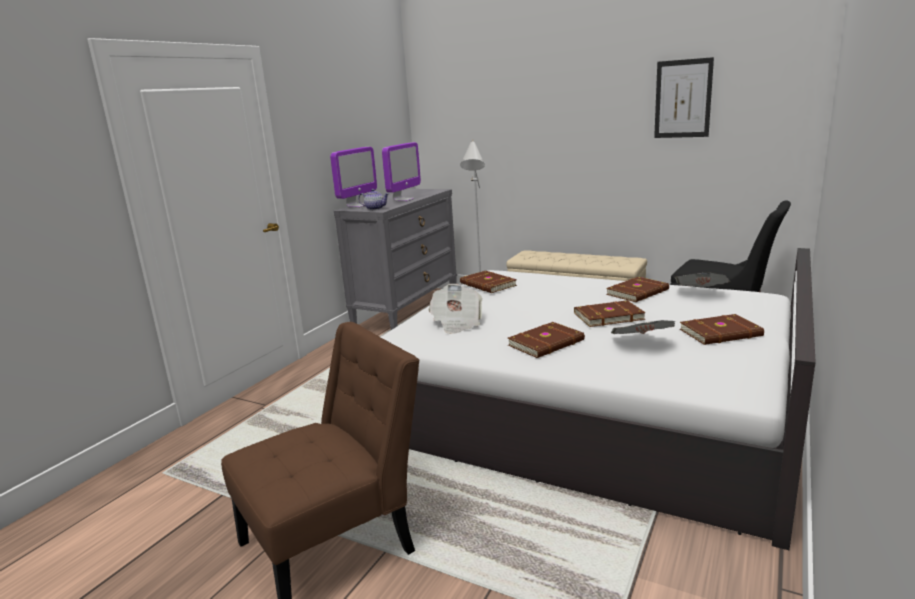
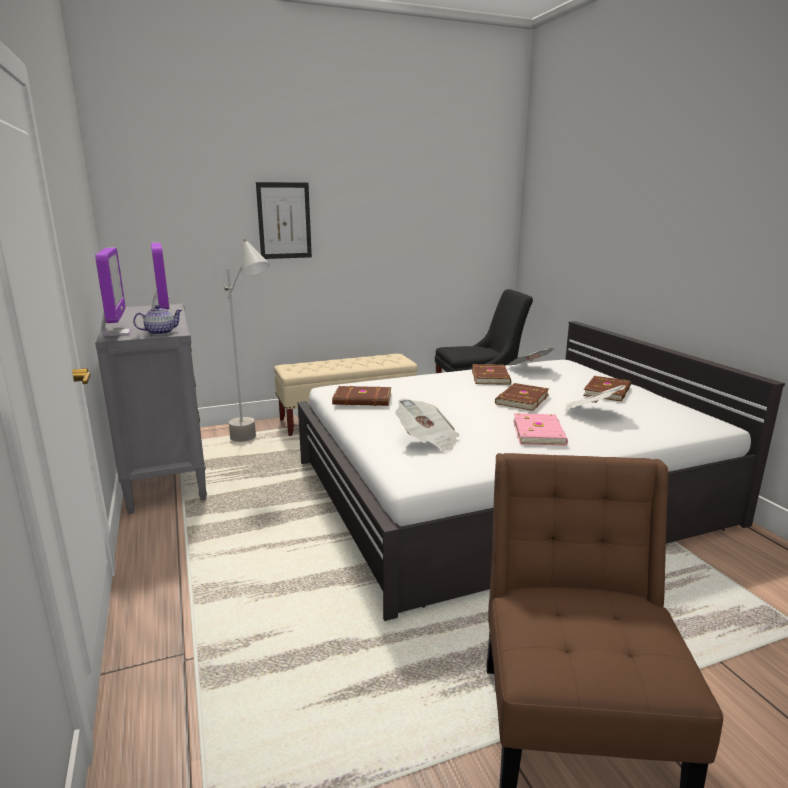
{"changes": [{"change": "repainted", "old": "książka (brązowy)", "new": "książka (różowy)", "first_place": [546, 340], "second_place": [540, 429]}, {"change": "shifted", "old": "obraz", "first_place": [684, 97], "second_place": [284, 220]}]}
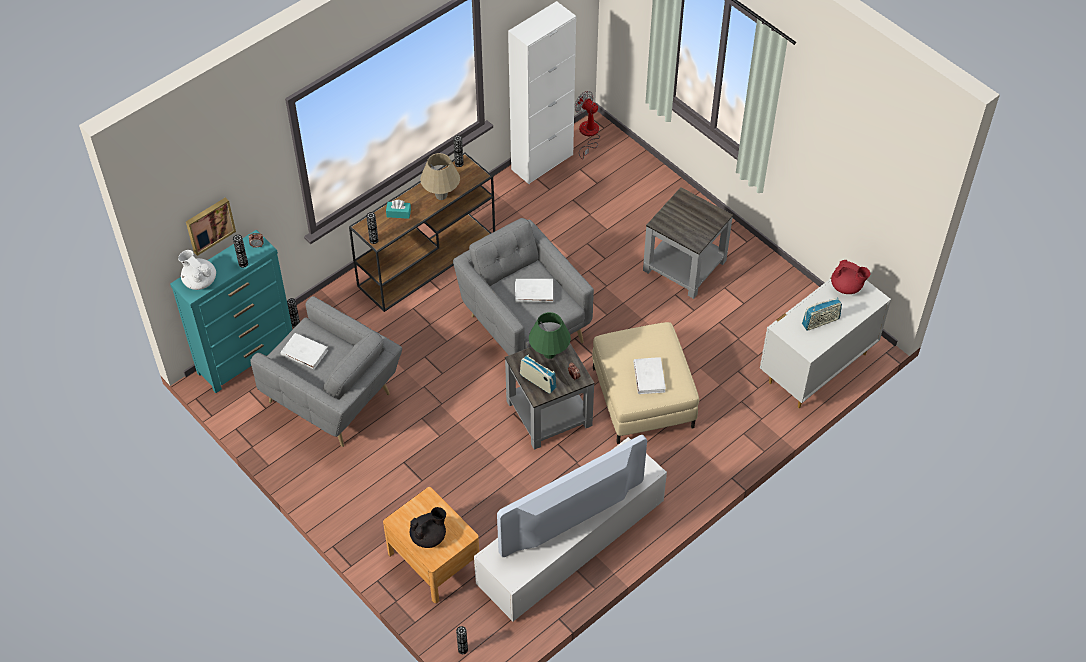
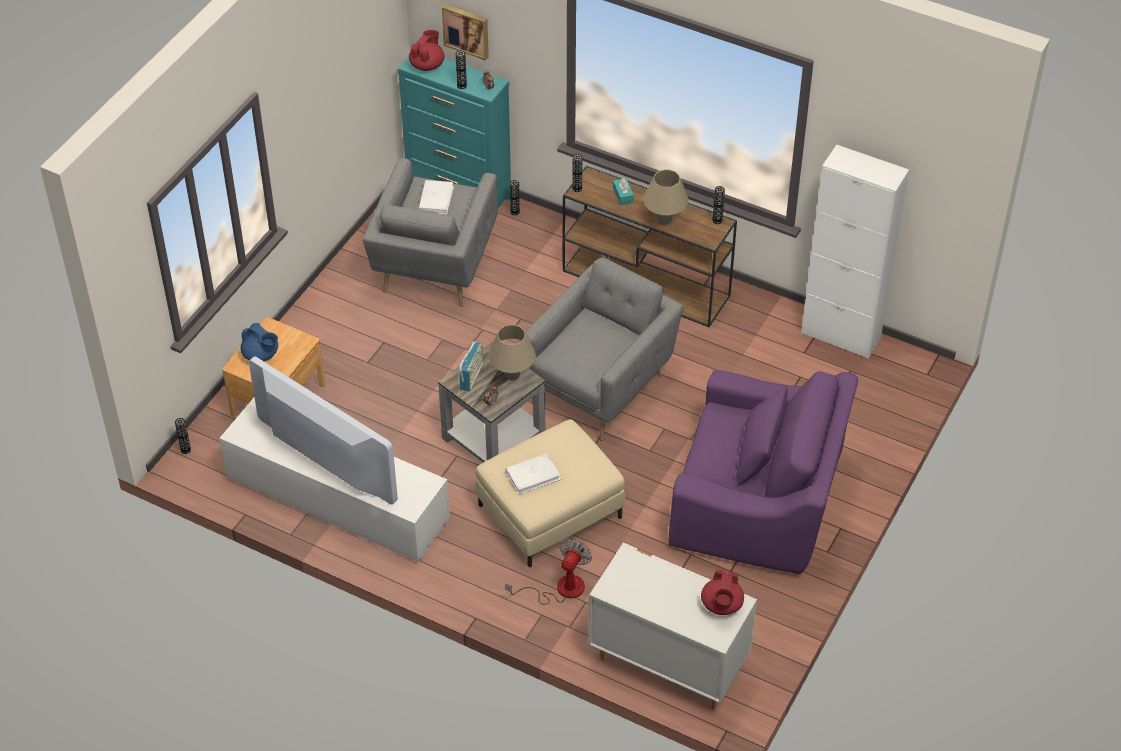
{"changes": [{"change": "repainted", "old": "imbryk (biały)", "new": "imbryk (czerwony)", "first_place": [197, 270], "second_place": [426, 50]}, {"change": "repainted", "old": "imbryk (czarny)", "new": "imbryk (niebieski)", "first_place": [428, 527], "second_place": [259, 342]}, {"change": "gone", "old": "książka (biały)", "first_place": [534, 291]}, {"change": "repainted", "old": "lampa stołowa (zielony)", "new": "lampa stołowa (beżowy)", "first_place": [550, 335], "second_place": [512, 352]}, {"change": "shifted", "old": "wentylator", "first_place": [587, 125], "second_place": [548, 572]}, {"change": "swapped", "old": "stolik (szary)", "new": "fotel (fioletowy)", "first_place": [688, 243], "second_place": [763, 472]}, {"change": "gone", "old": "radio", "first_place": [822, 314]}]}
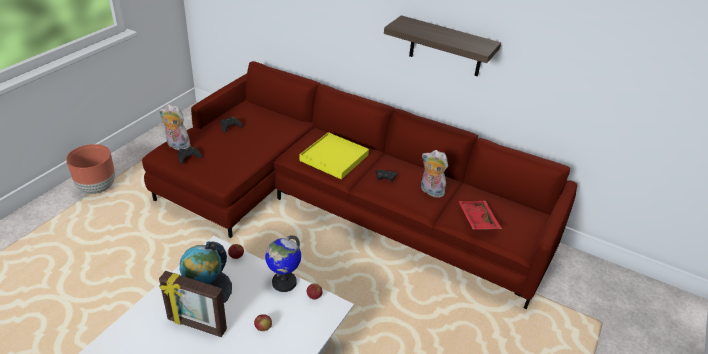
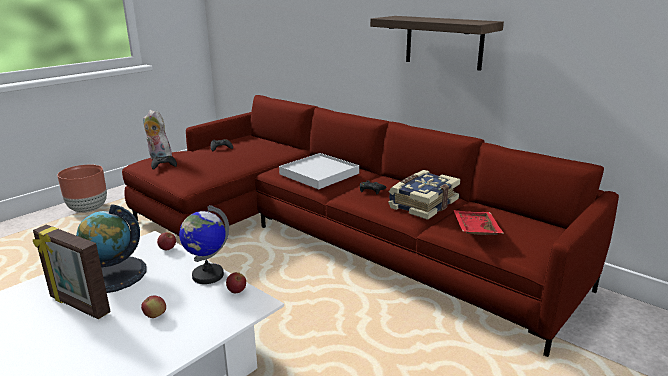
{"changes": [{"change": "repainted", "old": "taca (żółty)", "new": "taca (biały)", "first_place": [334, 155], "second_place": [319, 171]}, {"change": "swapped", "old": "pluszak", "new": "książka", "first_place": [434, 174], "second_place": [424, 195]}]}
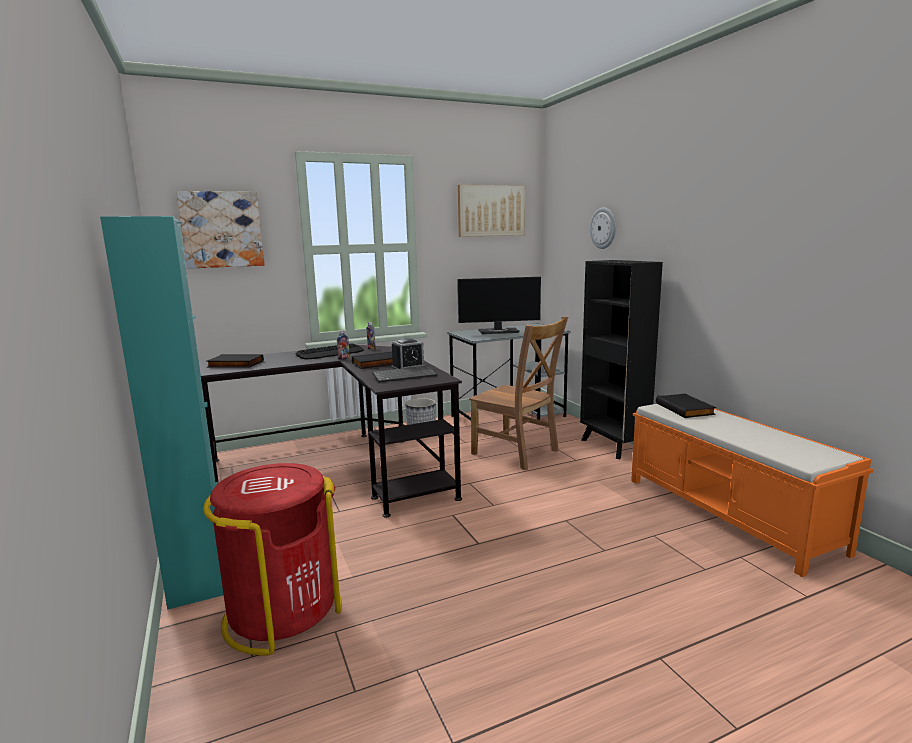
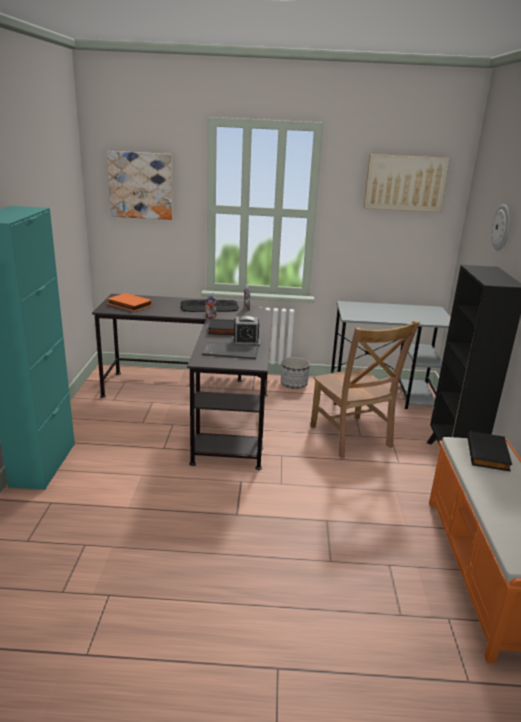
{"changes": [{"change": "gone", "old": "kosz na śmieci (czerwony)", "first_place": [272, 559]}, {"change": "repainted", "old": "książka (czarny)", "new": "książka (pomarańczowy)", "first_place": [235, 361], "second_place": [129, 302]}, {"change": "gone", "old": "monitor", "first_place": [499, 305]}]}
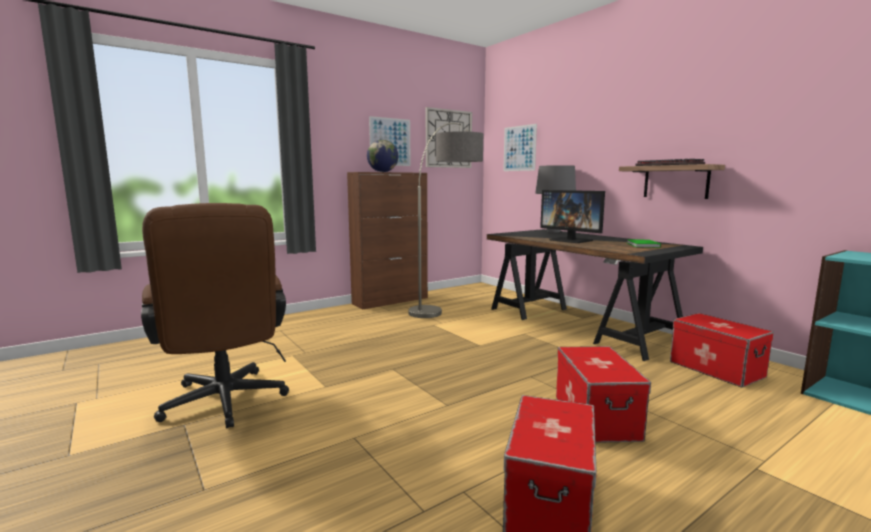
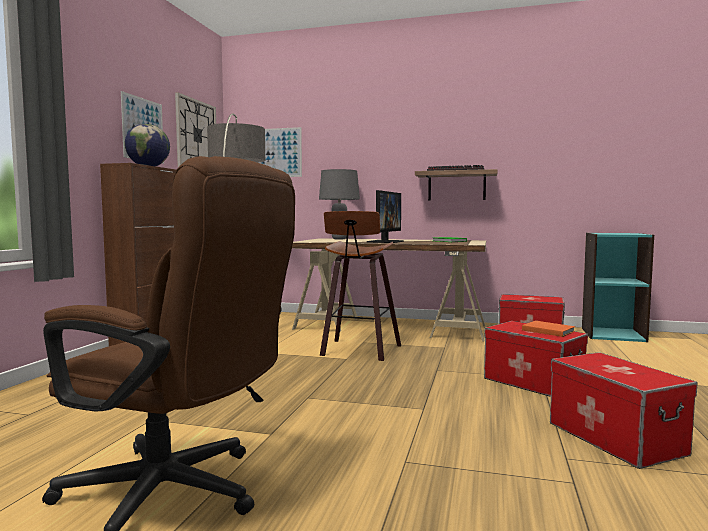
{"changes": [{"change": "repainted", "old": "biurko (czarny)", "new": "biurko (beżowy)", "first_place": [595, 295], "second_place": [389, 289]}, {"change": "rotated", "old": "monitor", "first_place": [572, 216], "second_place": [385, 216], "degrees": -75}, {"change": "new", "new": "stołek", "second_place": [360, 286]}, {"change": "new", "new": "książka (pomarańczowy)", "second_place": [548, 329]}]}
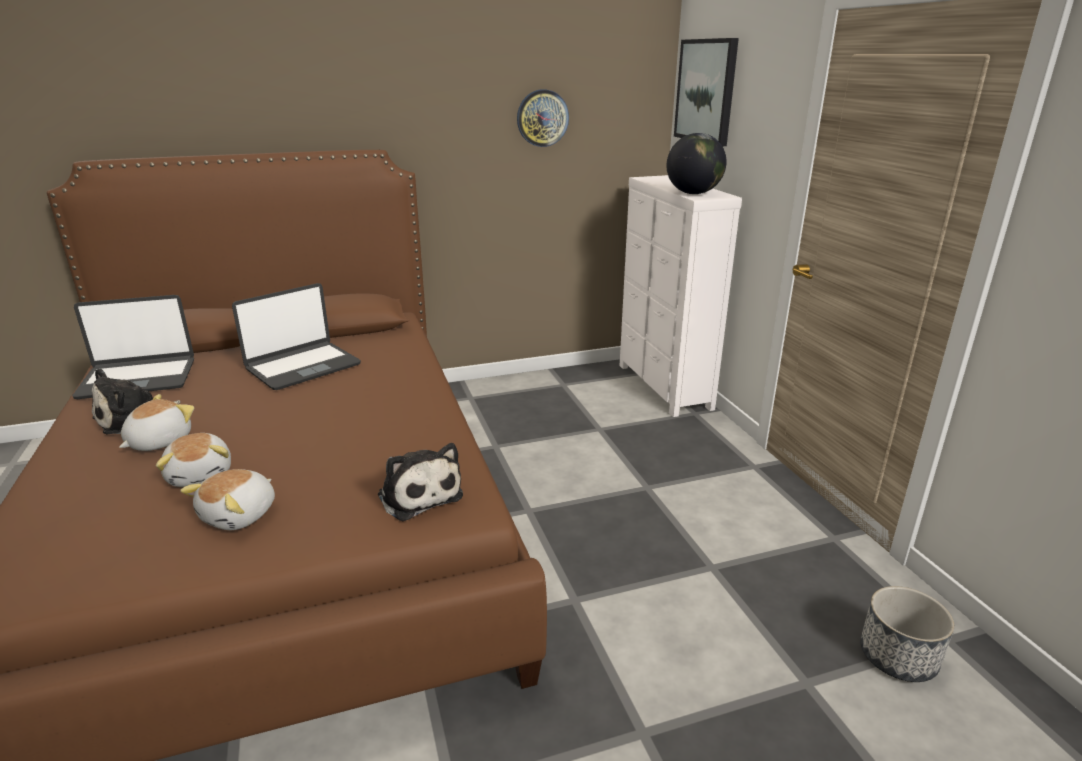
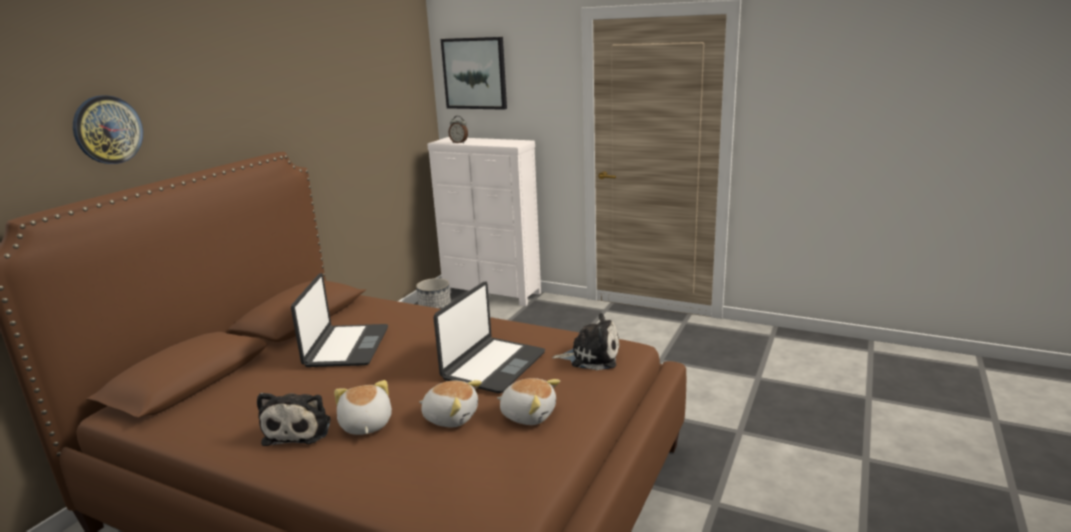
{"changes": [{"change": "shifted", "old": "laptop", "first_place": [133, 347], "second_place": [489, 337]}, {"change": "rotated", "old": "pluszak", "first_place": [227, 499], "second_place": [528, 401], "degrees": -45}, {"change": "shifted", "old": "zegar ścienny", "first_place": [543, 118], "second_place": [108, 129]}, {"change": "gone", "old": "globus", "first_place": [697, 163]}, {"change": "shifted", "old": "donica", "first_place": [907, 634], "second_place": [433, 293]}, {"change": "new", "new": "budzik", "second_place": [458, 129]}]}
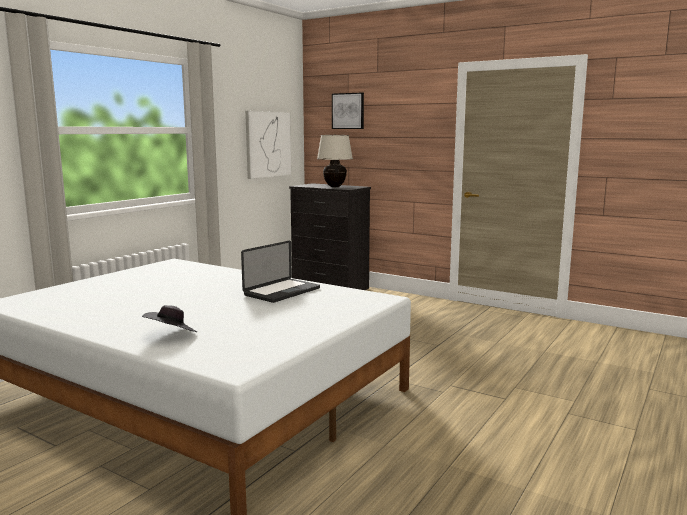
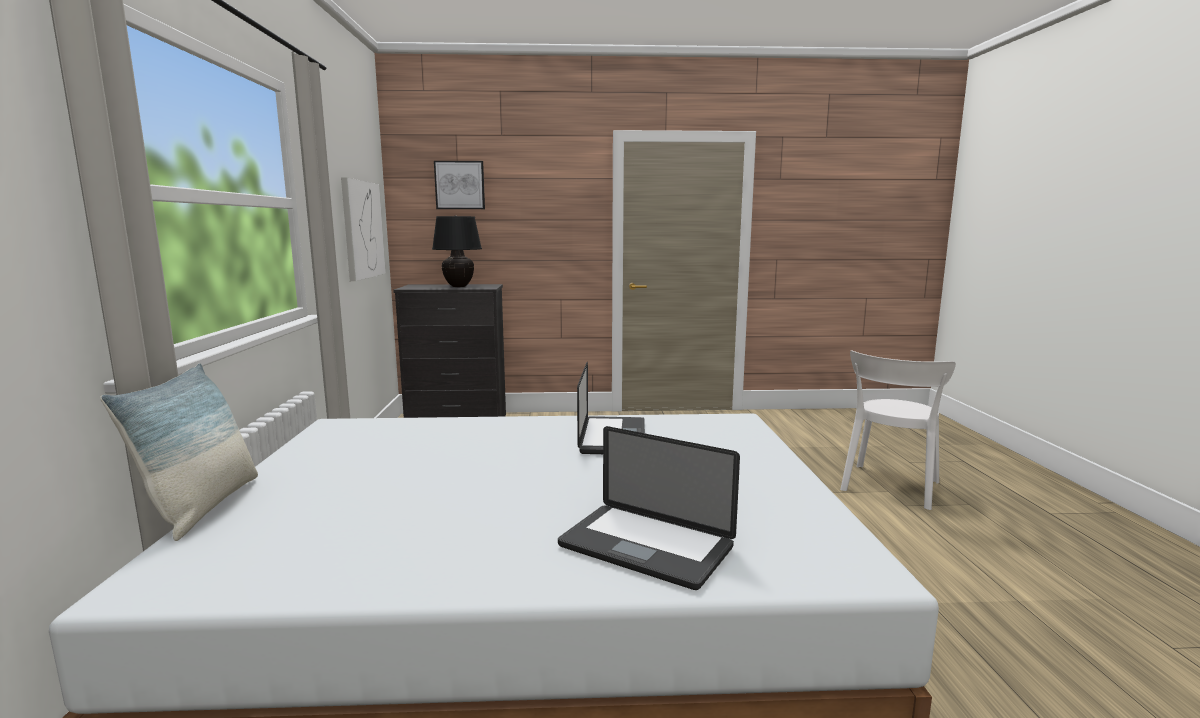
{"changes": [{"change": "swapped", "old": "kapelusz (czarny)", "new": "laptop", "first_place": [169, 318], "second_place": [649, 508]}, {"change": "repainted", "old": "lampa stołowa (beżowy)", "new": "lampa stołowa (czarny)", "first_place": [335, 160], "second_place": [457, 251]}, {"change": "new", "new": "poduszka", "second_place": [179, 452]}, {"change": "new", "new": "krzesło (biały)", "second_place": [898, 430]}]}
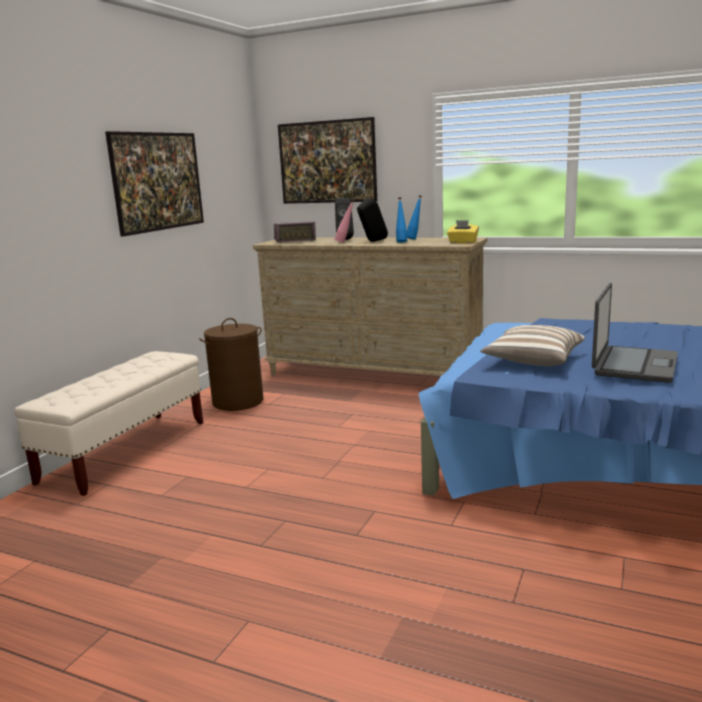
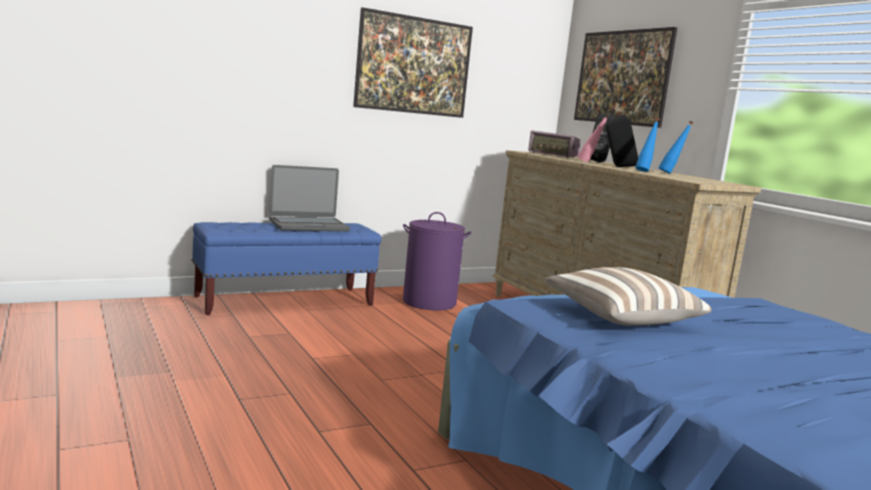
{"changes": [{"change": "repainted", "old": "ławka (beżowy)", "new": "ławka (niebieski)", "first_place": [108, 423], "second_place": [286, 268]}, {"change": "repainted", "old": "kosz na pranie (brązowy)", "new": "kosz na pranie (fioletowy)", "first_place": [231, 364], "second_place": [437, 261]}, {"change": "gone", "old": "pudełko chusteczek (żółty)", "first_place": [463, 232]}, {"change": "shifted", "old": "laptop", "first_place": [635, 333], "second_place": [309, 198]}]}
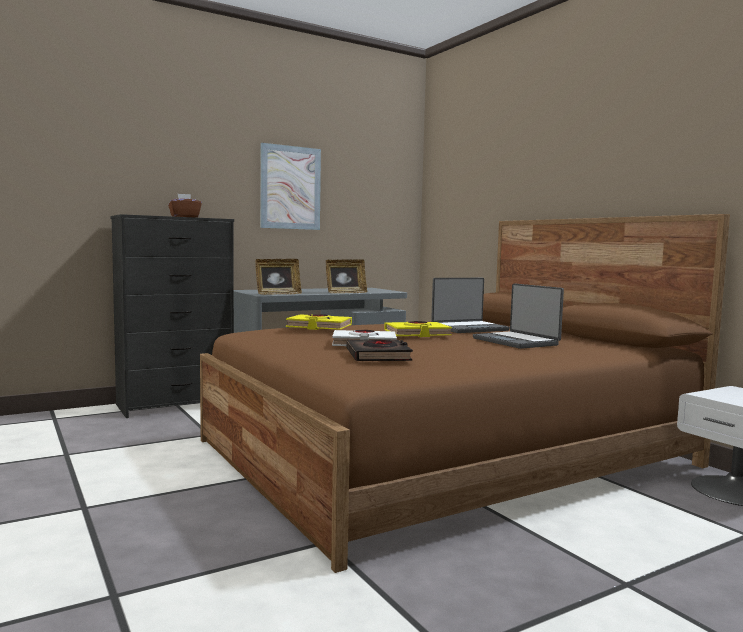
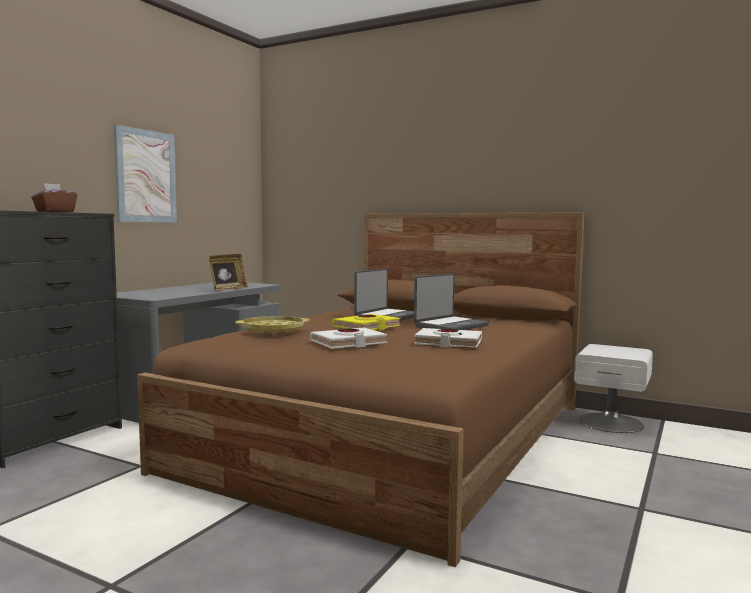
{"changes": [{"change": "gone", "old": "ramka na zdjęcie", "first_place": [279, 277]}, {"change": "swapped", "old": "książka (żółty)", "new": "taca (żółty)", "first_place": [319, 322], "second_place": [273, 325]}, {"change": "gone", "old": "książka (czarny)", "first_place": [380, 350]}, {"change": "rotated", "old": "laptop", "first_place": [518, 316], "second_place": [451, 302], "degrees": -75}, {"change": "new", "new": "książka (biały)", "second_place": [448, 338]}]}
